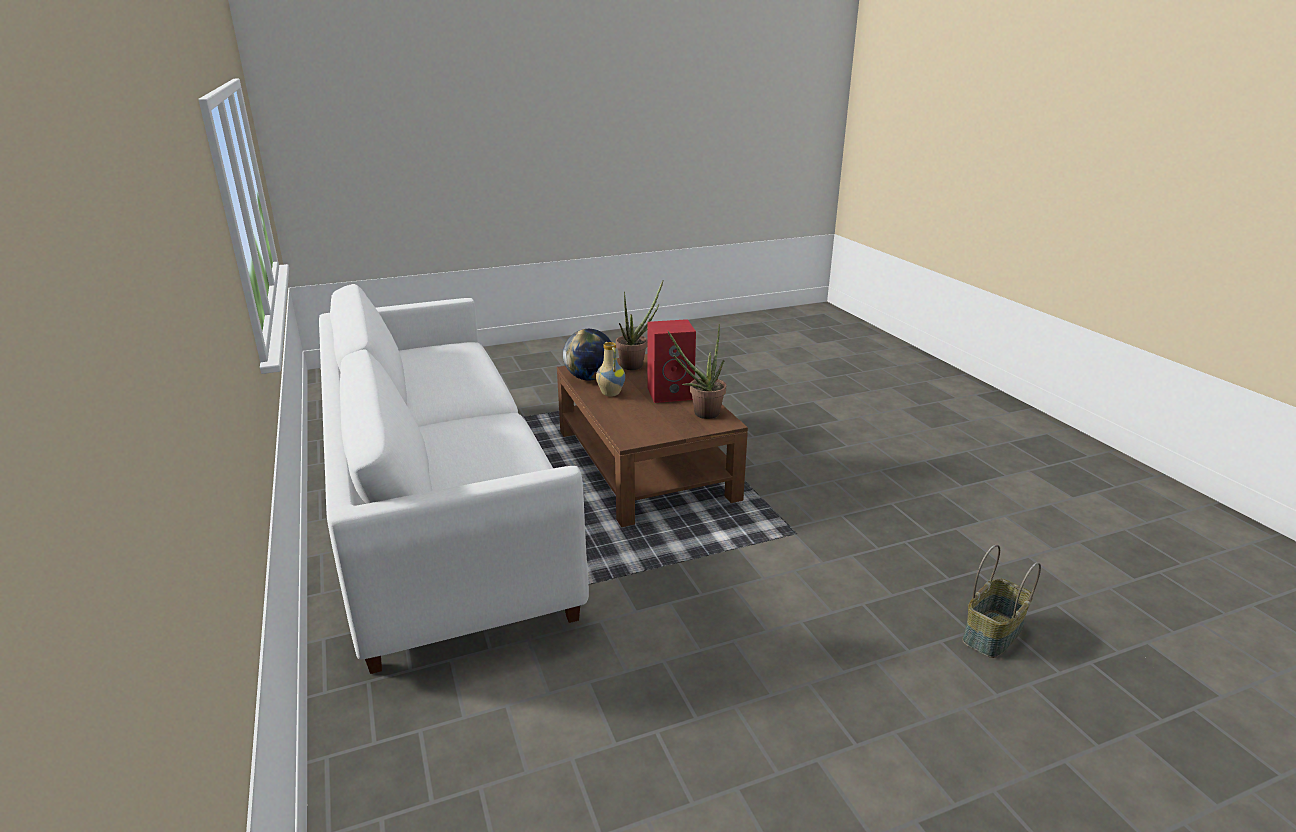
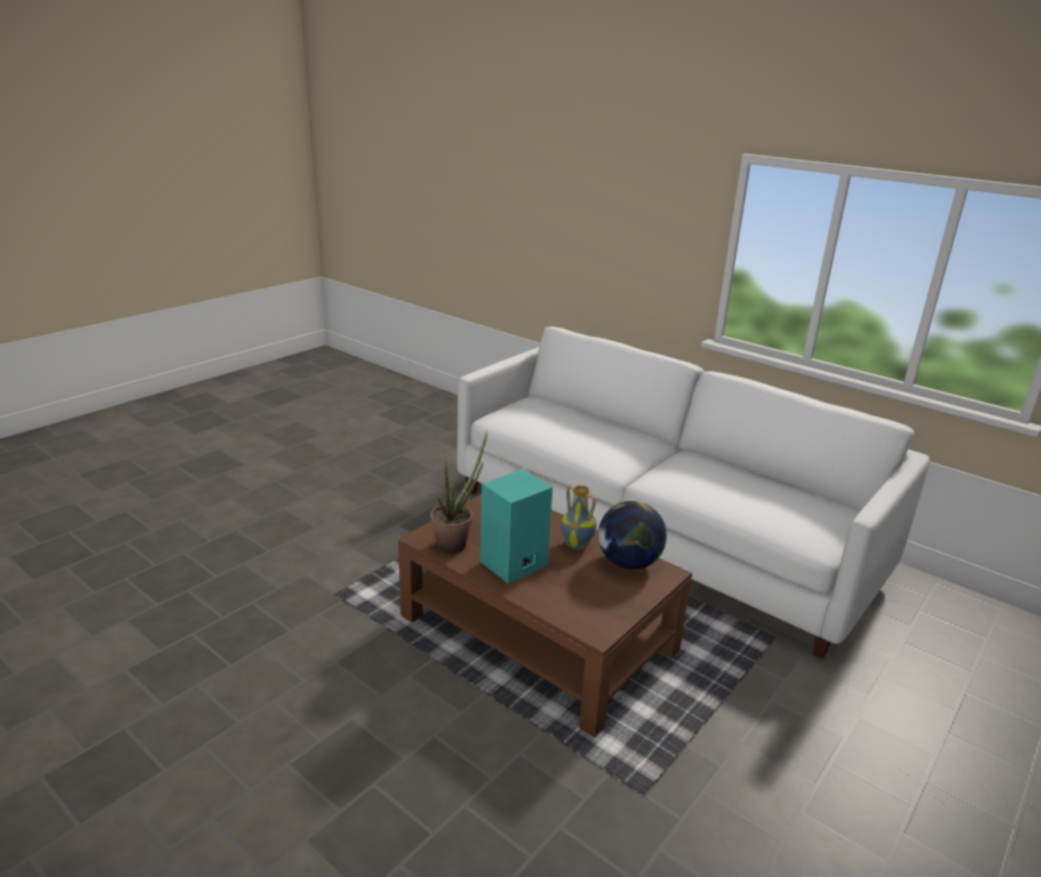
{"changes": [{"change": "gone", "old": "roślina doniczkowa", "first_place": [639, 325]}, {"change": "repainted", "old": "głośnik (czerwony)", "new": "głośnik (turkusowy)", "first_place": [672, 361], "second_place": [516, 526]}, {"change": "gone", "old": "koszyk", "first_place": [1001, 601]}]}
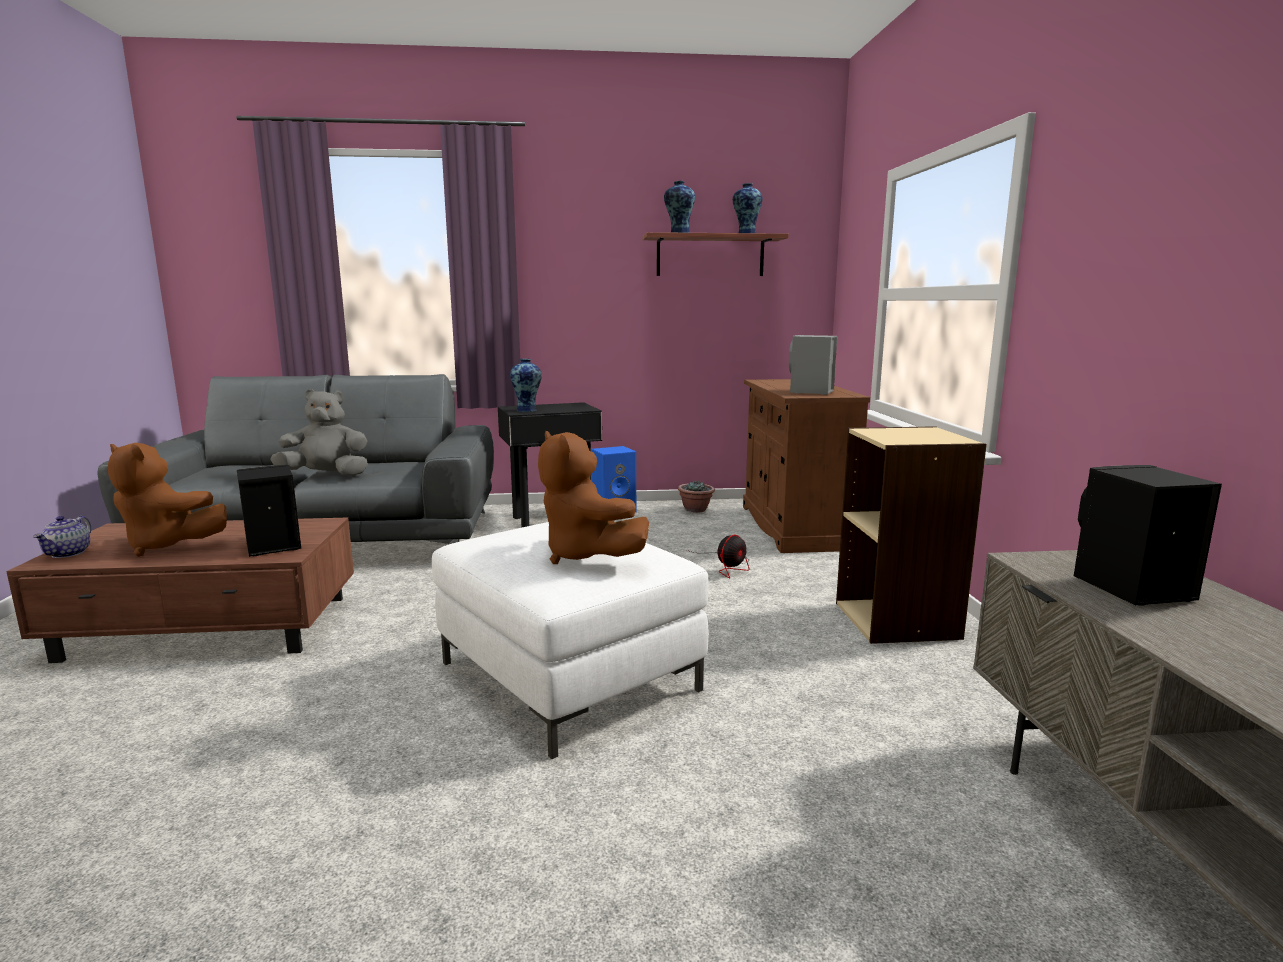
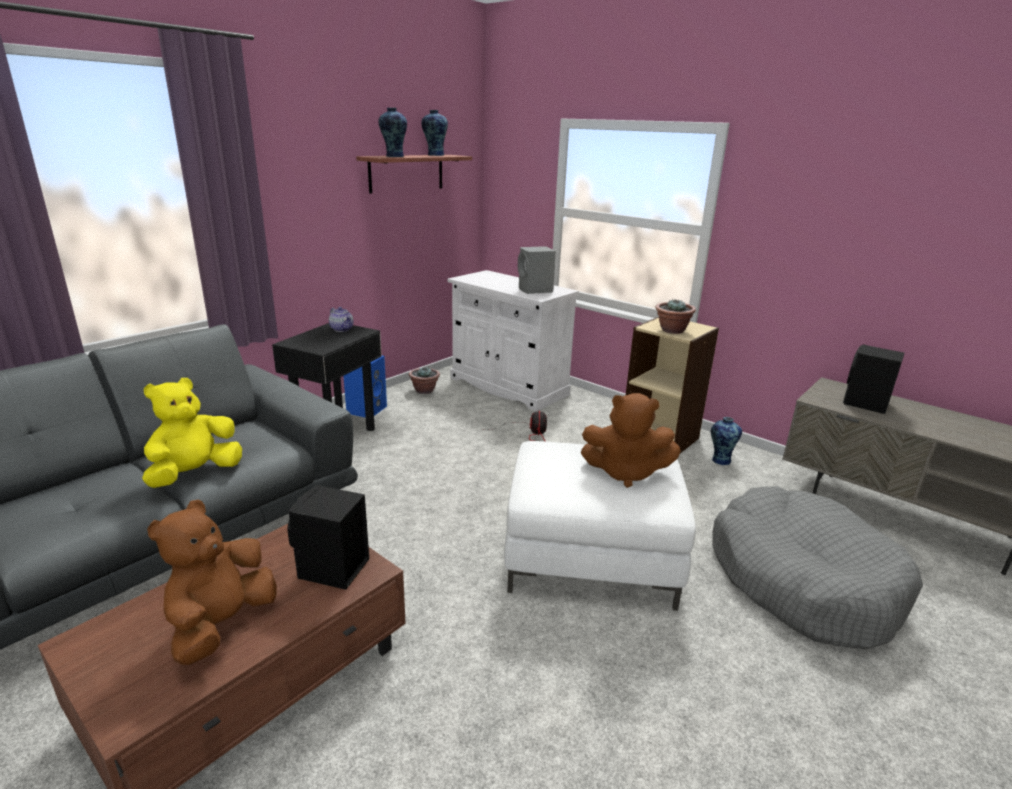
{"changes": [{"change": "shifted", "old": "imbryk", "first_place": [62, 537], "second_place": [341, 319]}, {"change": "rotated", "old": "pluszak (brązowy)", "first_place": [167, 500], "second_place": [212, 582], "degrees": 135}, {"change": "repainted", "old": "pluszak (szary)", "new": "pluszak (żółty)", "first_place": [319, 432], "second_place": [192, 433]}, {"change": "shifted", "old": "wazon", "first_place": [526, 385], "second_place": [726, 441]}, {"change": "repainted", "old": "szafka (brązowy)", "new": "szafka (biały)", "first_place": [806, 466], "second_place": [513, 340]}, {"change": "new", "new": "roślina doniczkowa", "second_place": [675, 316]}, {"change": "new", "new": "legowisko (szary)", "second_place": [817, 567]}]}
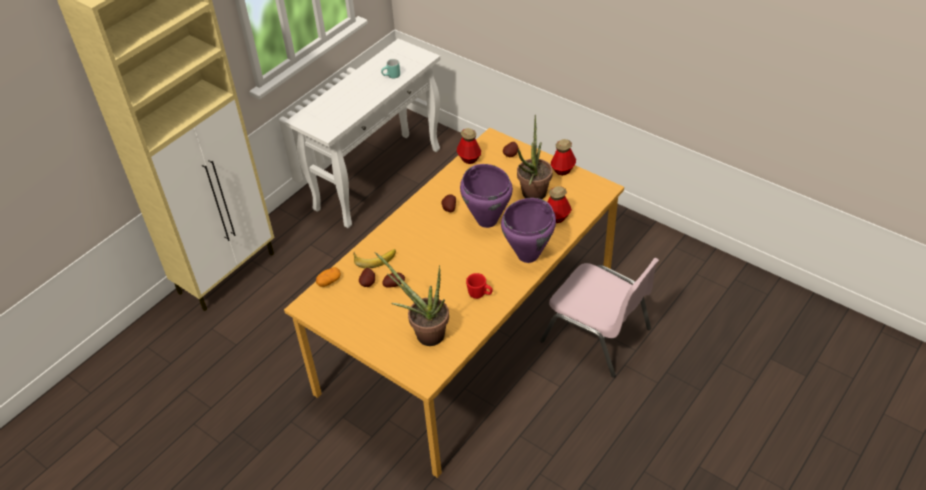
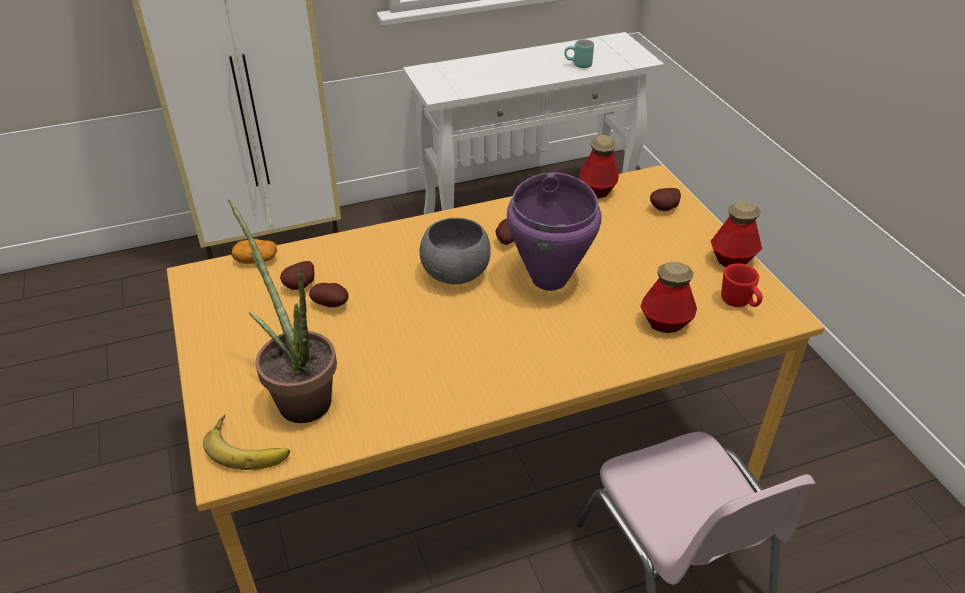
{"changes": [{"change": "shifted", "old": "banan", "first_place": [374, 258], "second_place": [246, 442]}, {"change": "shifted", "old": "kubek (czerwony)", "first_place": [479, 286], "second_place": [742, 285]}, {"change": "gone", "old": "garnek (fioletowy)", "first_place": [528, 230]}, {"change": "gone", "old": "roślina doniczkowa", "first_place": [535, 157]}, {"change": "new", "new": "miska (szary)", "second_place": [455, 251]}]}
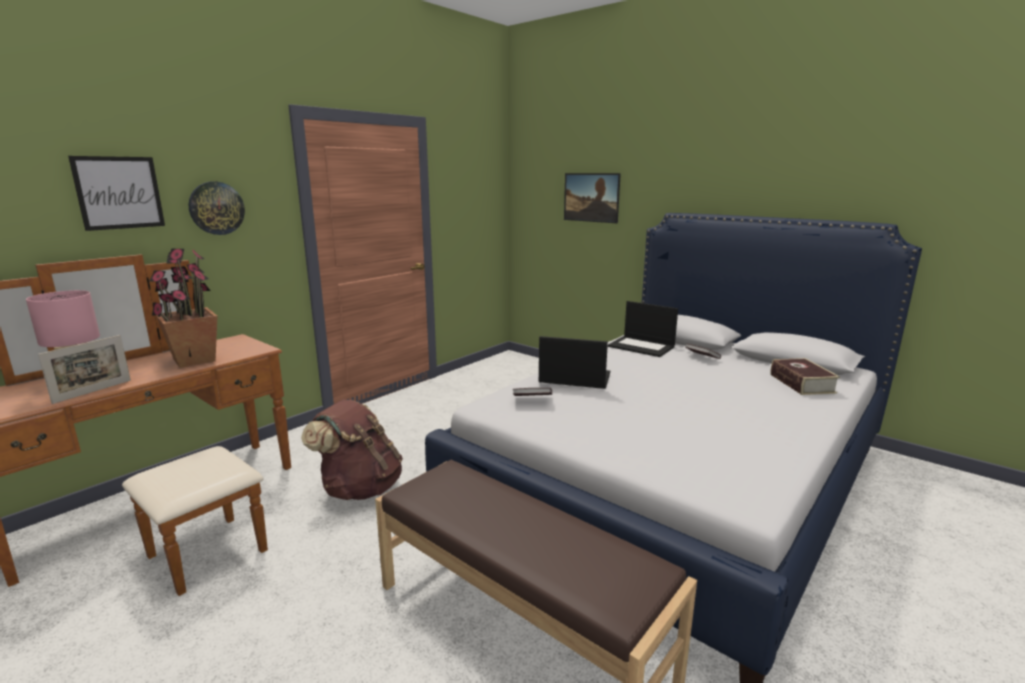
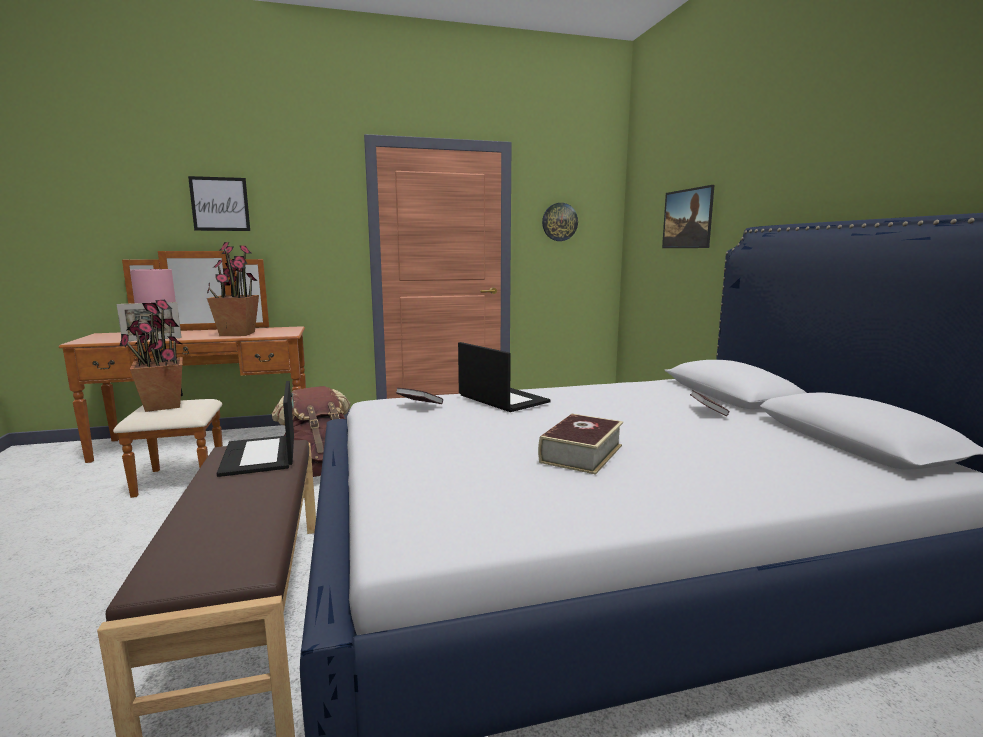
{"changes": [{"change": "shifted", "old": "zegar ścienny", "first_place": [217, 208], "second_place": [560, 222]}, {"change": "shifted", "old": "laptop", "first_place": [643, 329], "second_place": [255, 429]}, {"change": "shifted", "old": "książka", "first_place": [805, 376], "second_place": [580, 444]}, {"change": "new", "new": "roślina doniczkowa", "second_place": [151, 356]}]}
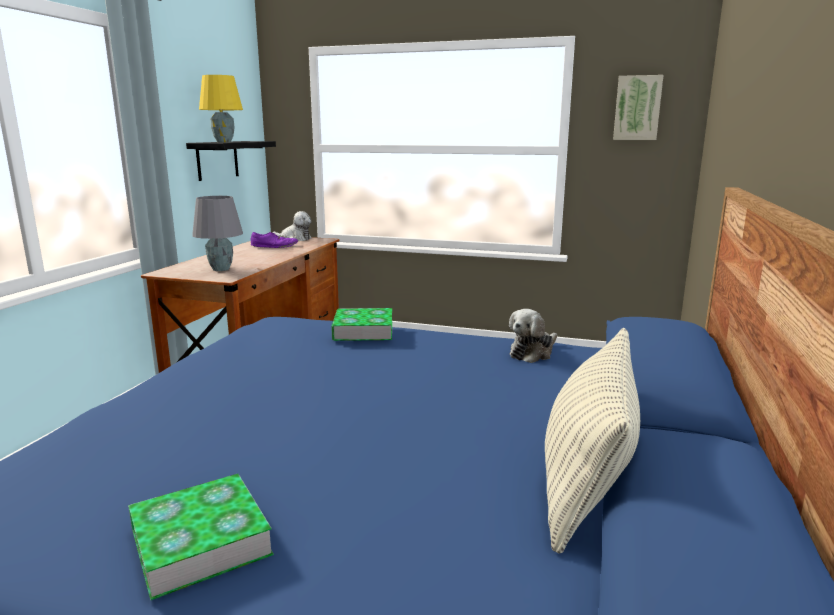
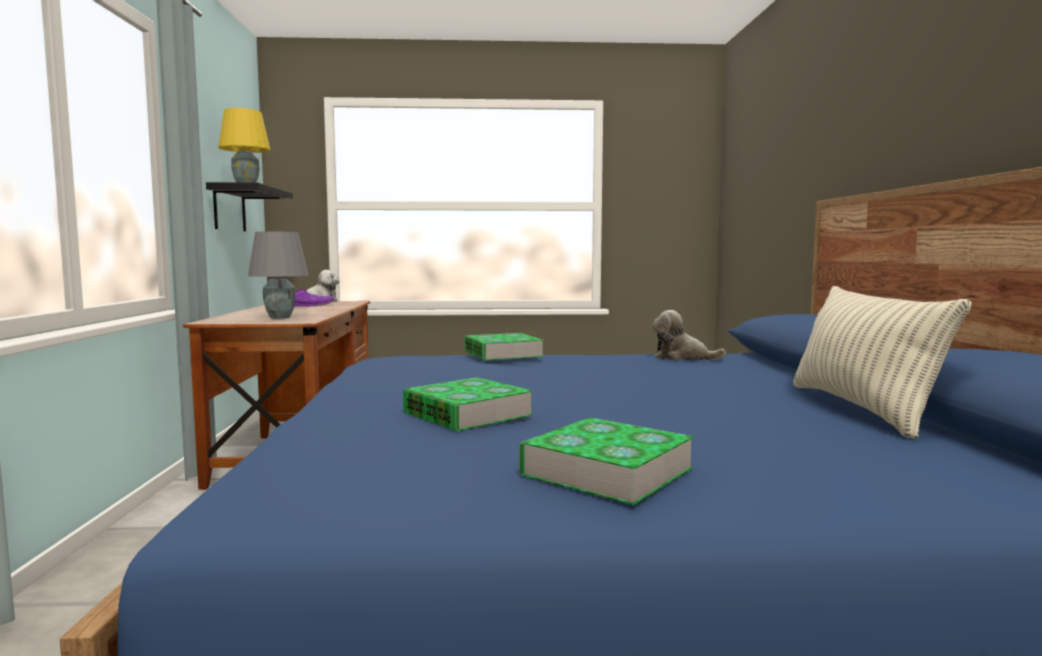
{"changes": [{"change": "rotated", "old": "pluszak", "first_place": [533, 336], "second_place": [689, 335], "degrees": 90}, {"change": "gone", "old": "obraz", "first_place": [638, 107]}, {"change": "new", "new": "książka", "second_place": [468, 404]}]}
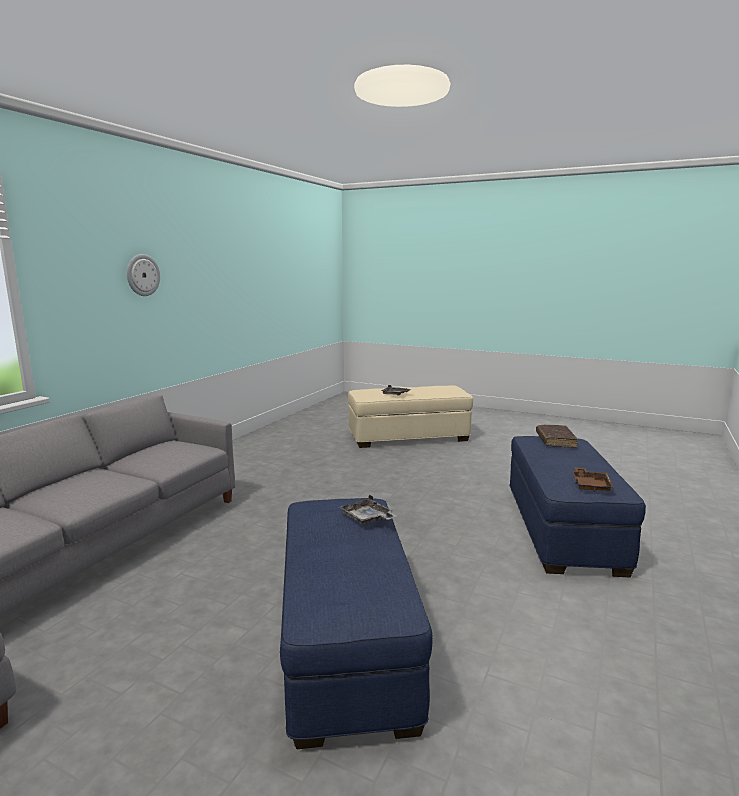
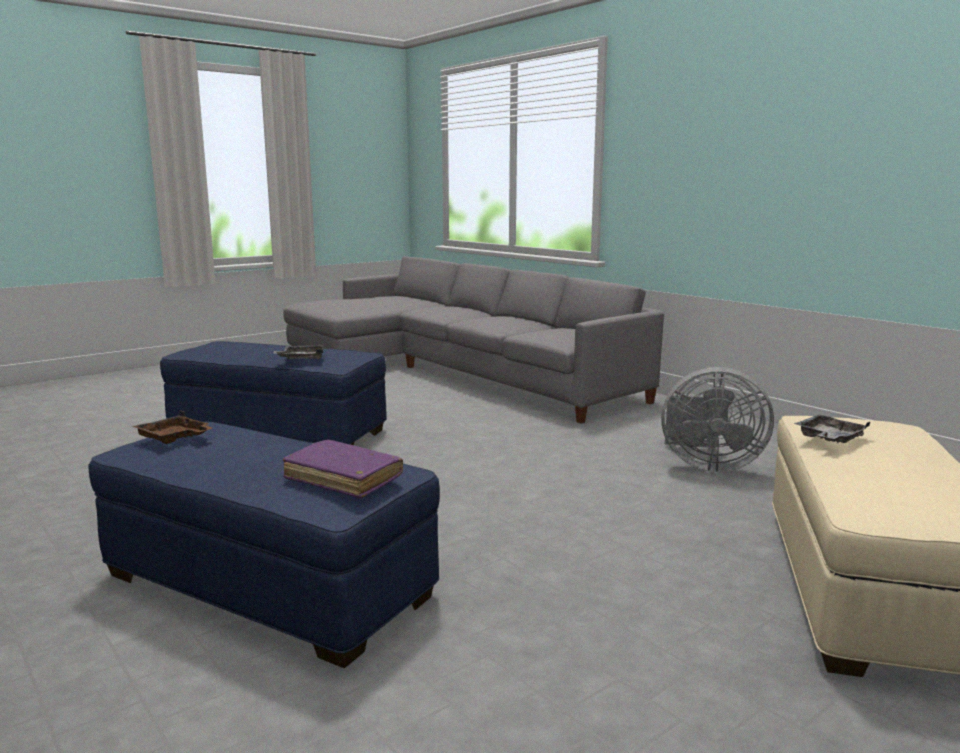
{"changes": [{"change": "gone", "old": "zegar ścienny", "first_place": [143, 275]}, {"change": "repainted", "old": "książka (brązowy)", "new": "książka (fioletowy)", "first_place": [556, 436], "second_place": [343, 469]}, {"change": "new", "new": "wentylator (szary)", "second_place": [717, 419]}]}
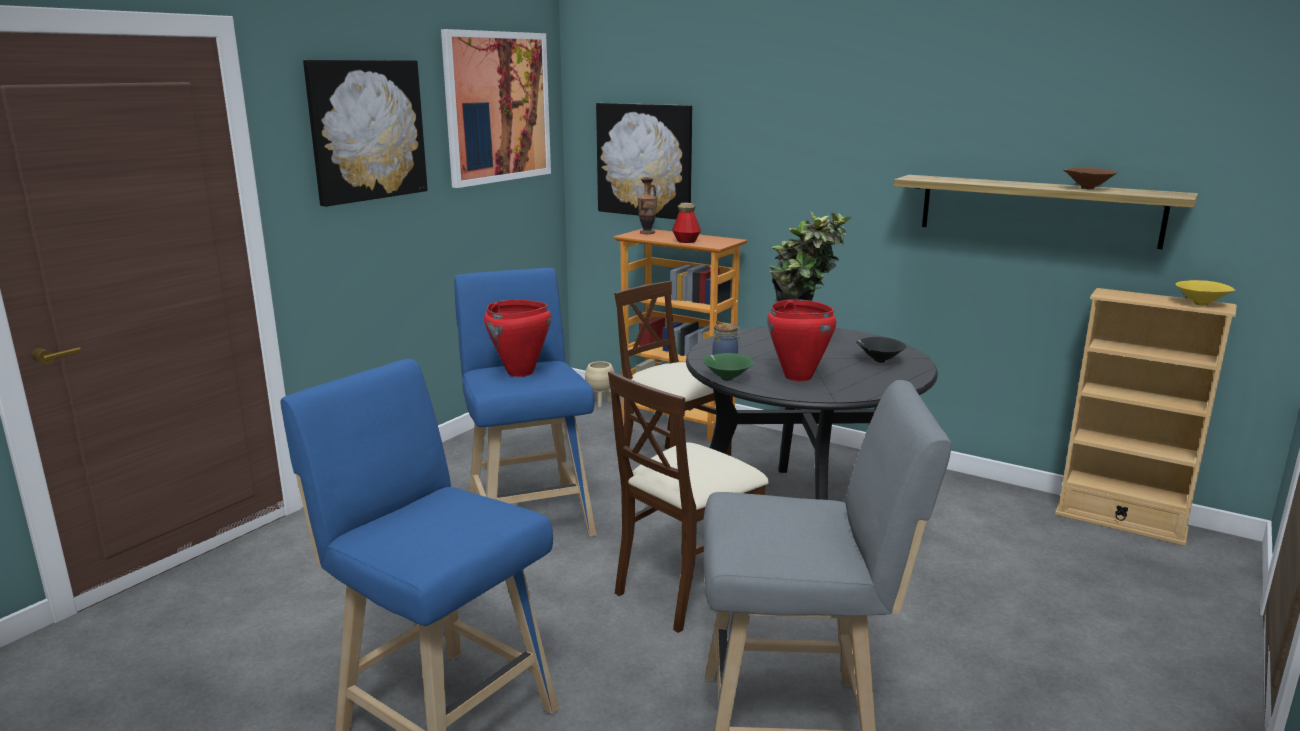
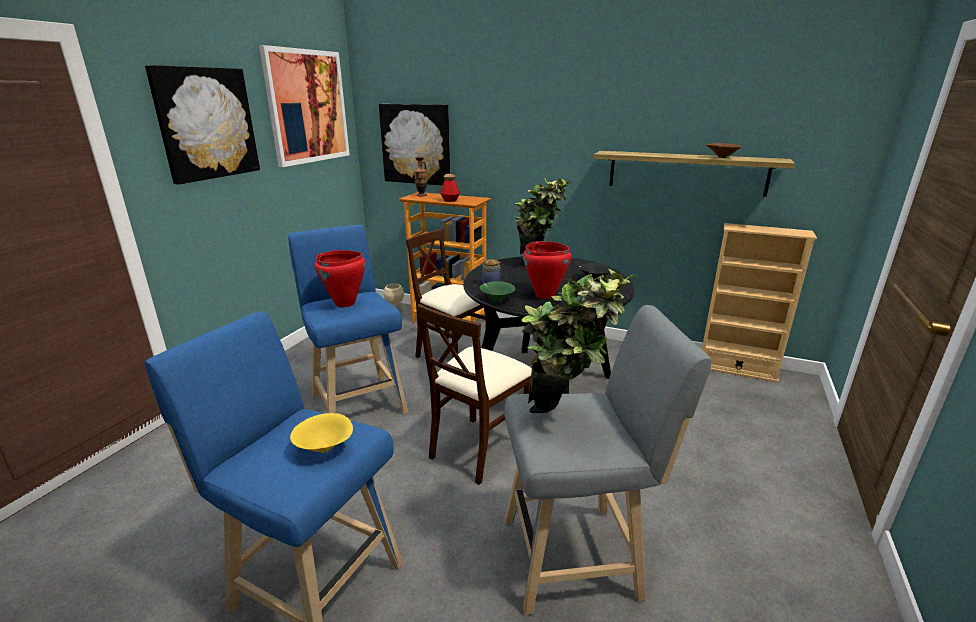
{"changes": [{"change": "shifted", "old": "miska (żółty)", "first_place": [1205, 293], "second_place": [321, 433]}, {"change": "new", "new": "roślina doniczkowa", "second_place": [579, 341]}]}
